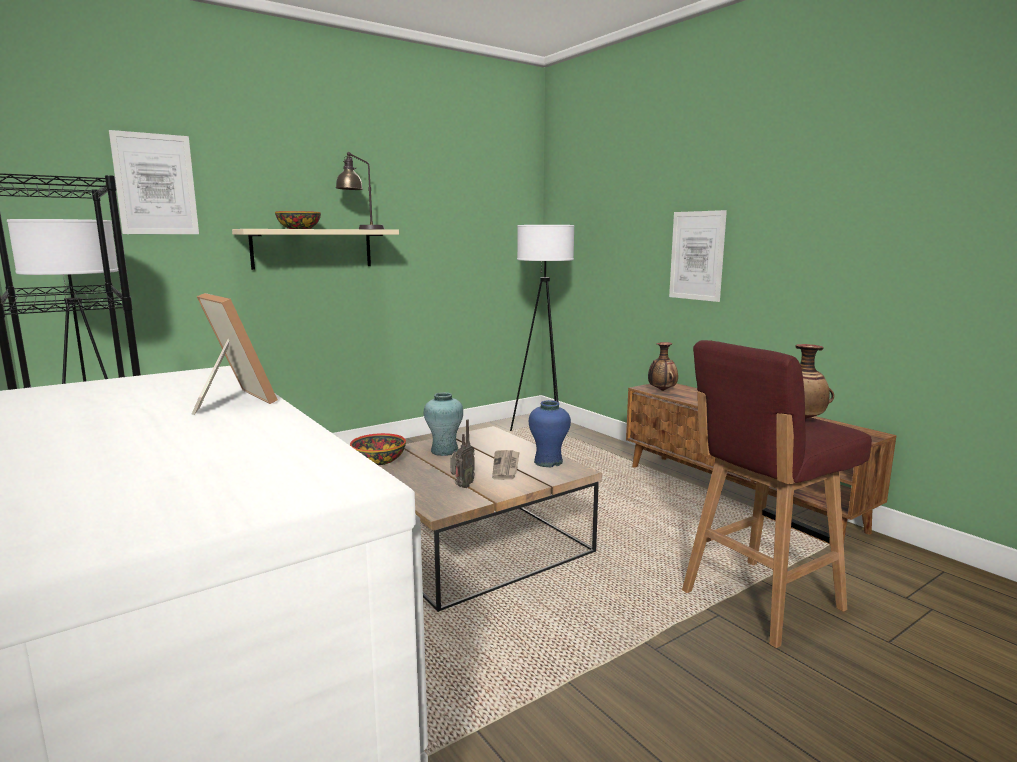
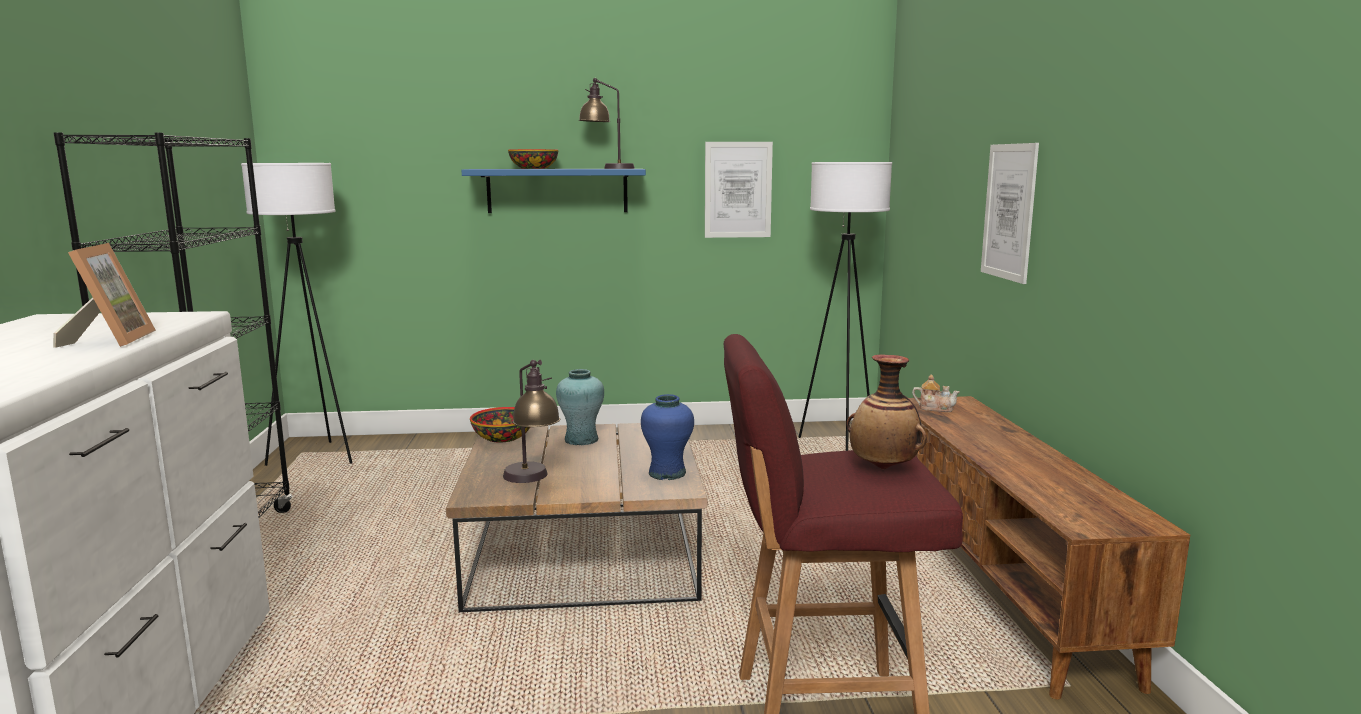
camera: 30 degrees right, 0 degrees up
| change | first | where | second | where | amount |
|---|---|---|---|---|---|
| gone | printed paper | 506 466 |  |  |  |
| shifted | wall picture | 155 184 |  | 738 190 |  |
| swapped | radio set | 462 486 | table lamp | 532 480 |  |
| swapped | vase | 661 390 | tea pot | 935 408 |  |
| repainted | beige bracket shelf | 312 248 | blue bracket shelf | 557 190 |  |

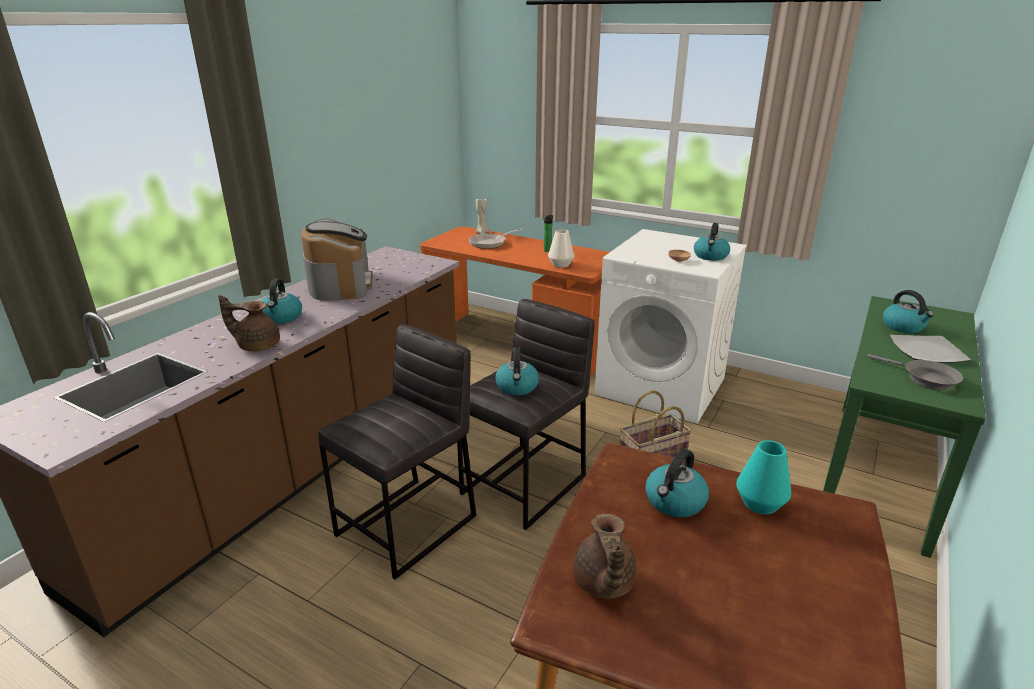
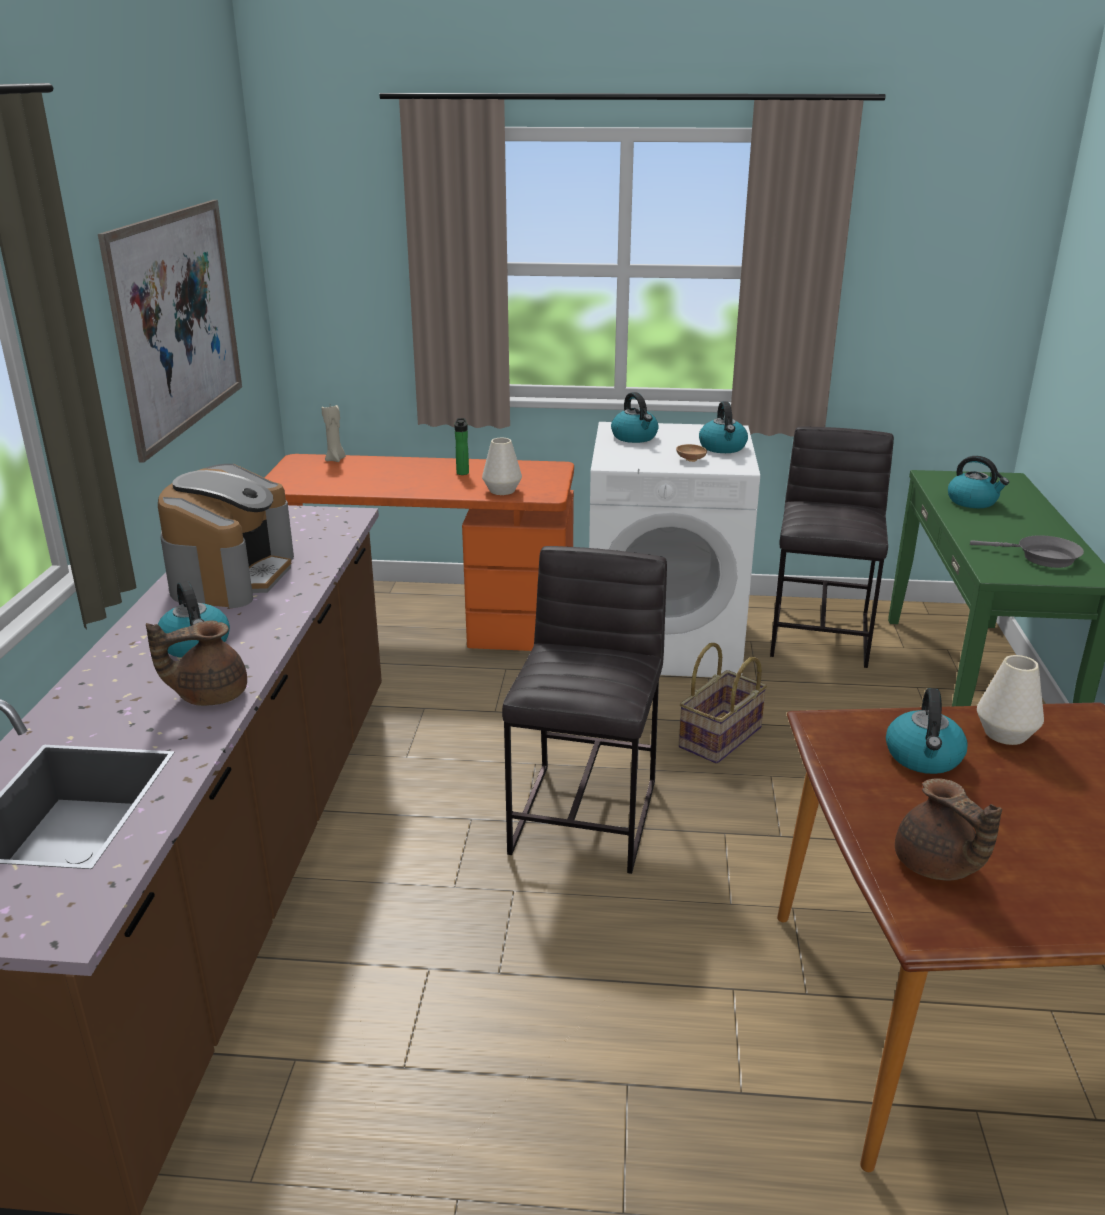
camera: 25 degrees left, 0 degrees up
| change | first | where | second | where | amount |
|---|---|---|---|---|---|
| gone | frying pan | 490 243 |  |  |  |
| gone | flat dish | 926 351 |  |  |  |
| new |  |  | wall picture | 178 322 |  |
| shifted | grey sitting stool | 408 525 |  | 821 635 |  |
| shifted | water kettle | 517 387 |  | 635 437 |  |
| repainted | blue-green vase | 760 503 | white-coloured vase | 1005 734 |  |
| rotated | coffee brewer | 340 284 |  | 232 576 | 45 degrees clockwise |

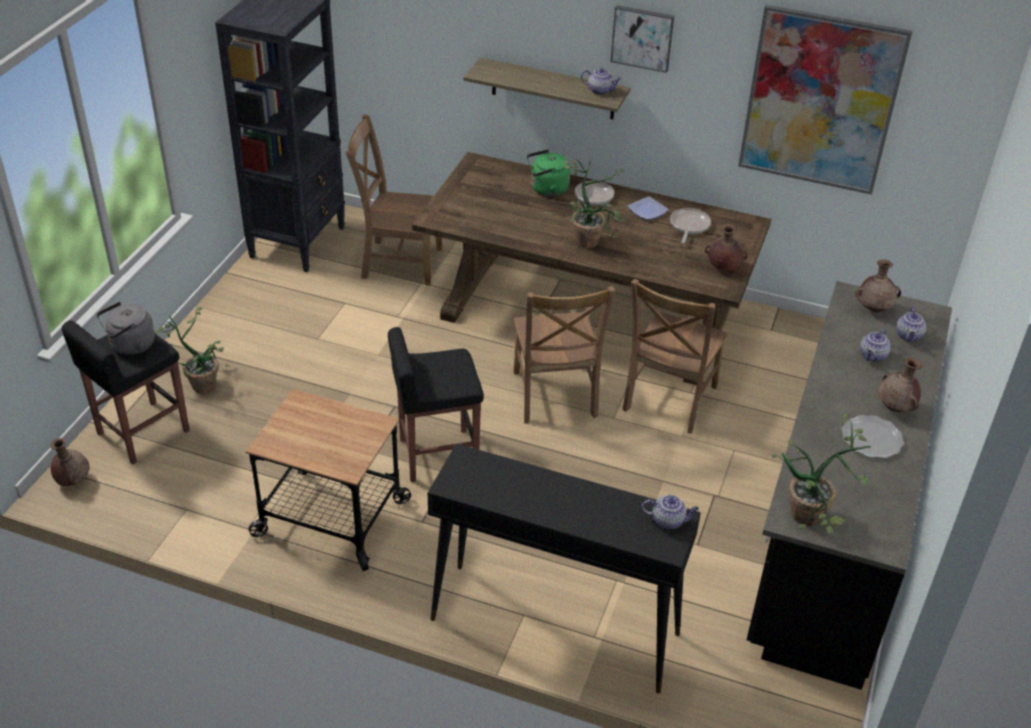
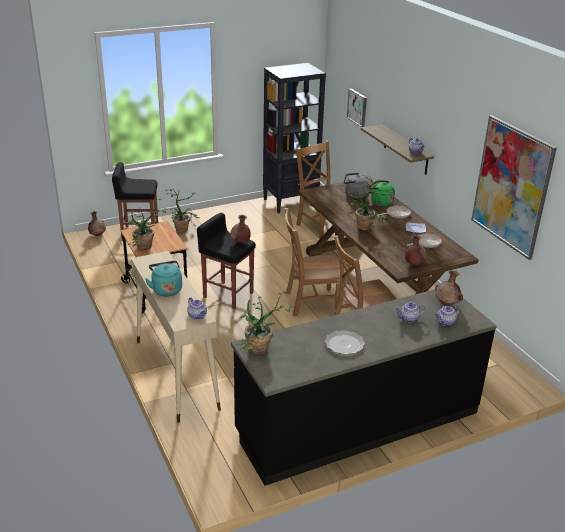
camera: 45 degrees right, 10 degrees down
| change | first | where | second | where | amount |
|---|---|---|---|---|---|
| new |  |  | houseplant | 146 248 |  |
| new |  |  | blue-green water kettle | 166 289 |  |
| shifted | grey water kettle | 130 346 |  | 354 195 |  |
| shifted | wall picture | 642 37 |  | 357 107 |  |
| shifted | brown-coloured vase | 895 408 |  | 240 242 |  |
| repainted | black hall table | 553 626 | beige hall table | 176 374 |  |
| rotated | brown-coloured plain chair | 554 397 |  | 309 302 | 45 degrees clockwise |

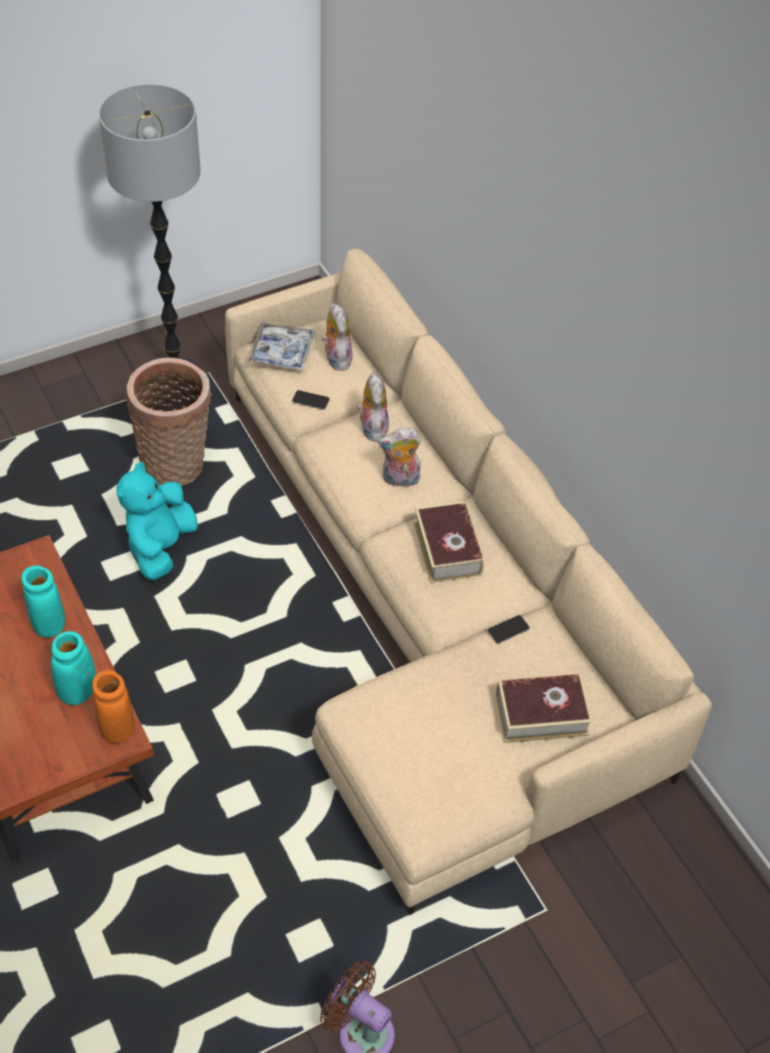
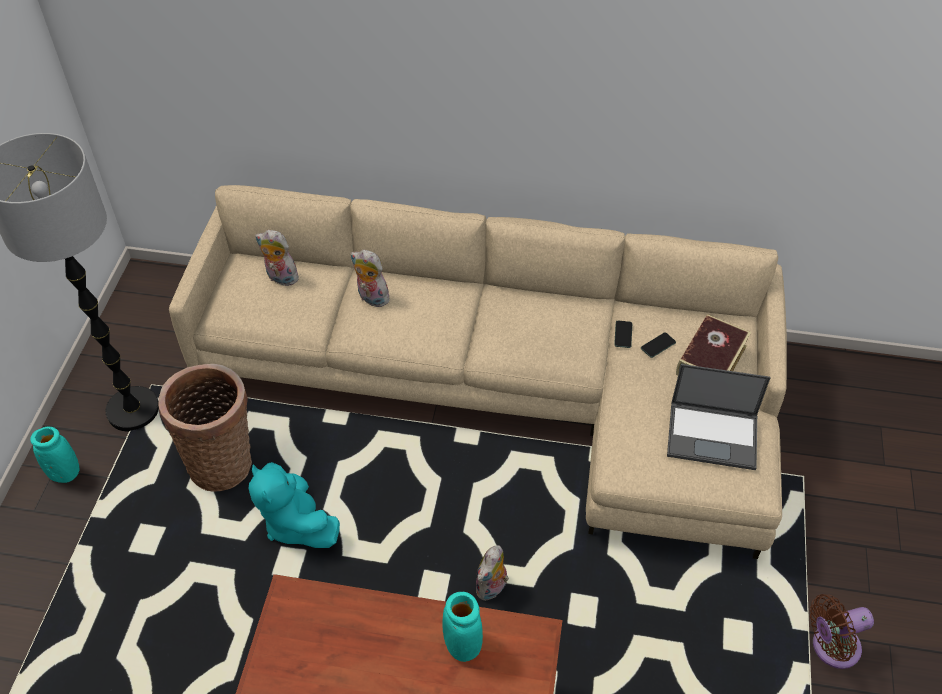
camera: 50 degrees left, 0 degrees up
| change | first | where | second | where | amount |
|---|---|---|---|---|---|
| gone | orange-coloured vase | 117 729 |  |  |  |
| gone | carrying tray | 282 352 |  |  |  |
| gone | bound book | 447 548 |  |  |  |
| new |  |  | notebook computer | 713 435 |  |
| shifted | blue-green vase | 49 625 |  | 65 473 |  |
| shifted | telephone | 310 400 |  | 658 345 |  |
| shifted | soft toy | 400 480 |  | 492 589 |  |

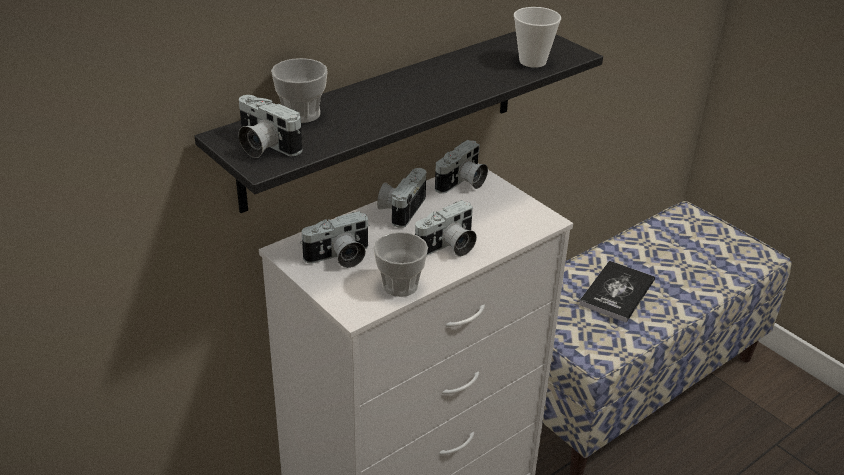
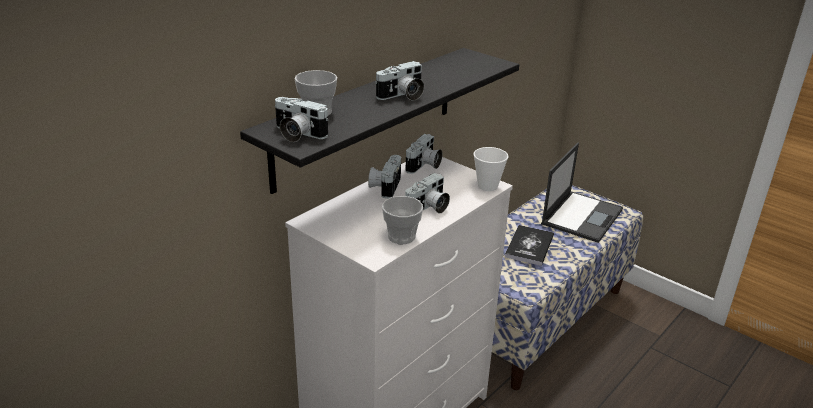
camera: 10 degrees left, 5 degrees down
| change | first | where | second | where | amount |
|---|---|---|---|---|---|
| new |  |  | notebook computer | 582 216 |  |
| shifted | still camera | 339 257 |  | 402 96 |  |
| shifted | small cup | 532 61 |  | 487 186 |  |

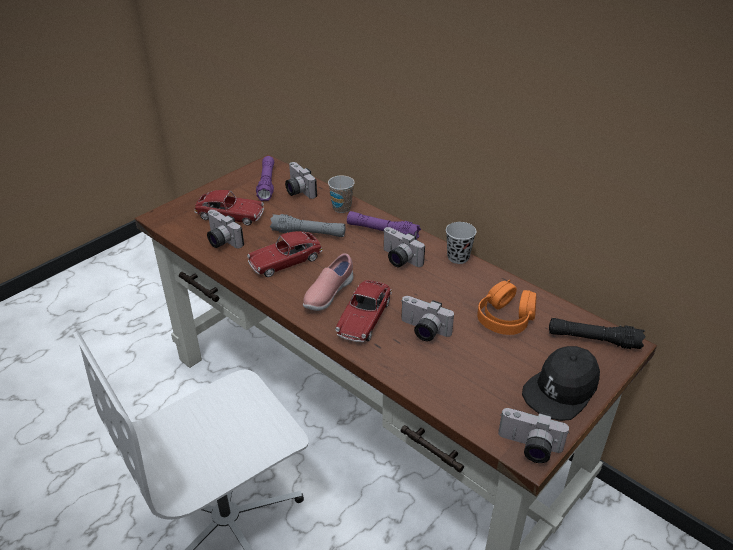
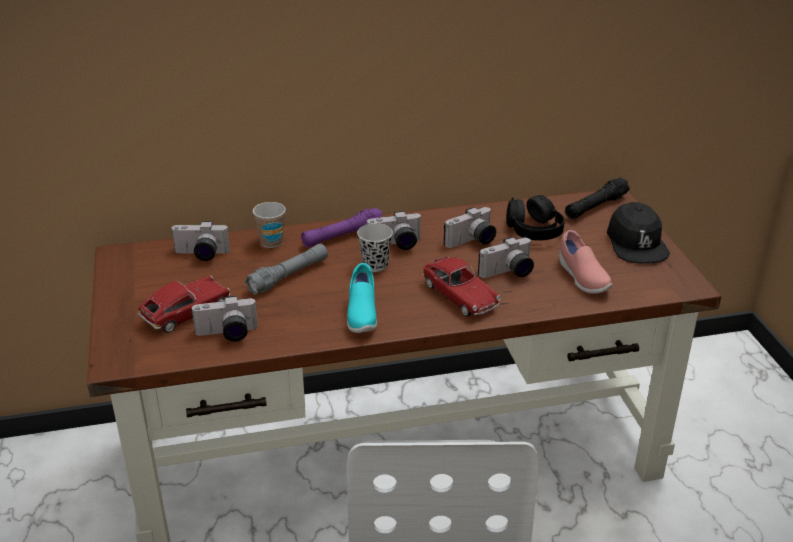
camera: 55 degrees left, 5 degrees down
| change | first | where | second | where | amount |
|---|---|---|---|---|---|
| gone | miniature car | 285 261 |  |  |  |
| gone | purple-coloured torch | 267 184 |  |  |  |
| new |  |  | blue-green item of footwear | 361 314 |  |
| shifted | pinkish item of footwear | 328 294 |  | 582 278 |  |
| shifted | black small cup | 458 257 |  | 375 265 |  |
| shifted | still camera | 528 448 |  | 472 242 |  |
| repainted | orange-coloured headset | 505 318 | black headset | 534 230 |  |

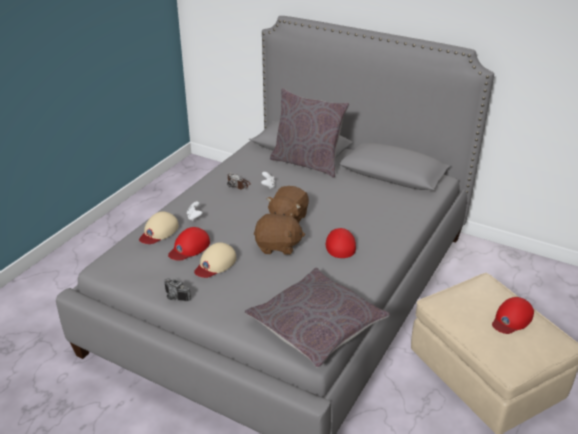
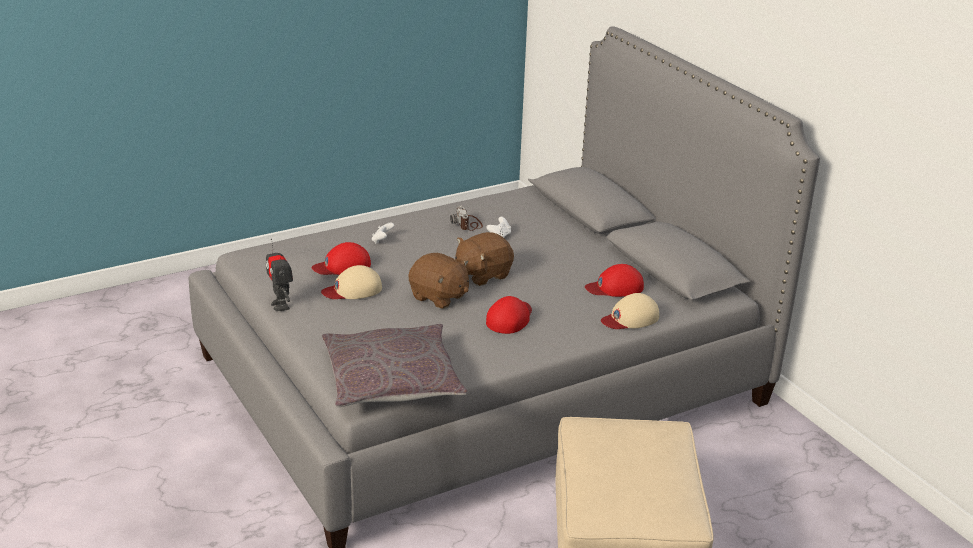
camera: 30 degrees right, 5 degrees down
| change | first | where | second | where | amount |
|---|---|---|---|---|---|
| gone | grey cushion | 307 163 |  |  |  |
| shifted | beige peaked cap | 159 232 |  | 630 318 |  |
| shifted | reddish peaked cap | 511 319 |  | 615 287 |  |
| swapped | still camera | 175 298 | robot figure | 281 305 |  |

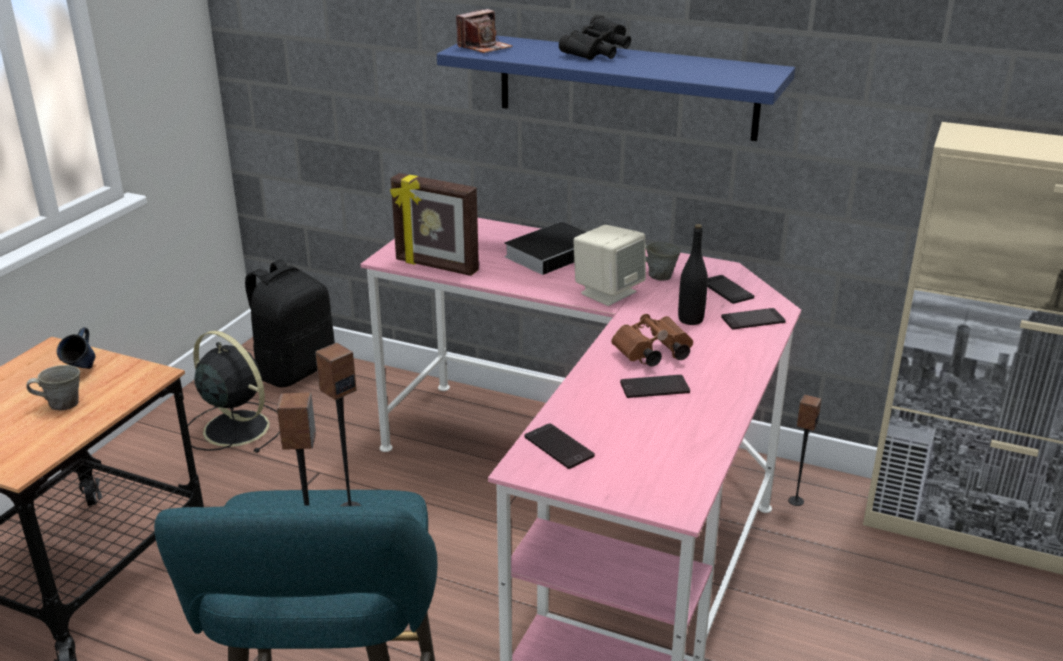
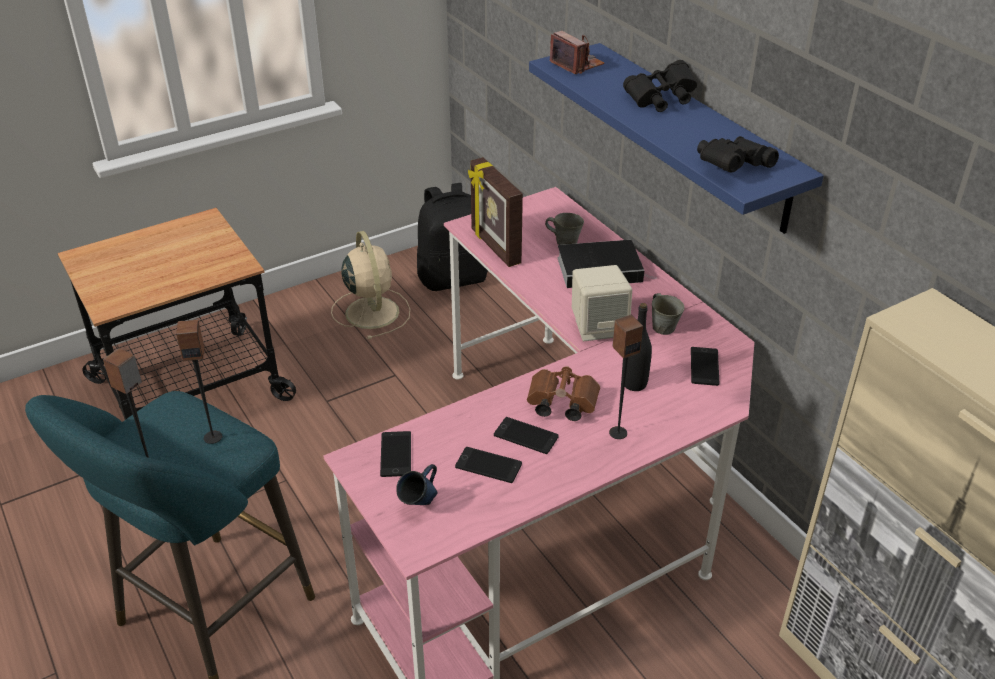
camera: 35 degrees right, 10 degrees up
| change | first | where | second | where | amount |
|---|---|---|---|---|---|
| new |  |  | black field glasses | 731 167 |  |
| shifted | grey tea mug | 62 404 |  | 565 242 |  |
| shifted | blue tea mug | 83 371 |  | 420 505 |  |
| shifted | telephone | 753 320 |  | 488 465 |  |
| shifted | audio speaker | 795 501 |  | 618 432 |  |
| repainted | black fan | 234 427 | beige fan | 371 311 |  |
| rotated | still camera | 484 47 |  | 577 64 | 120 degrees counterclockwise |

